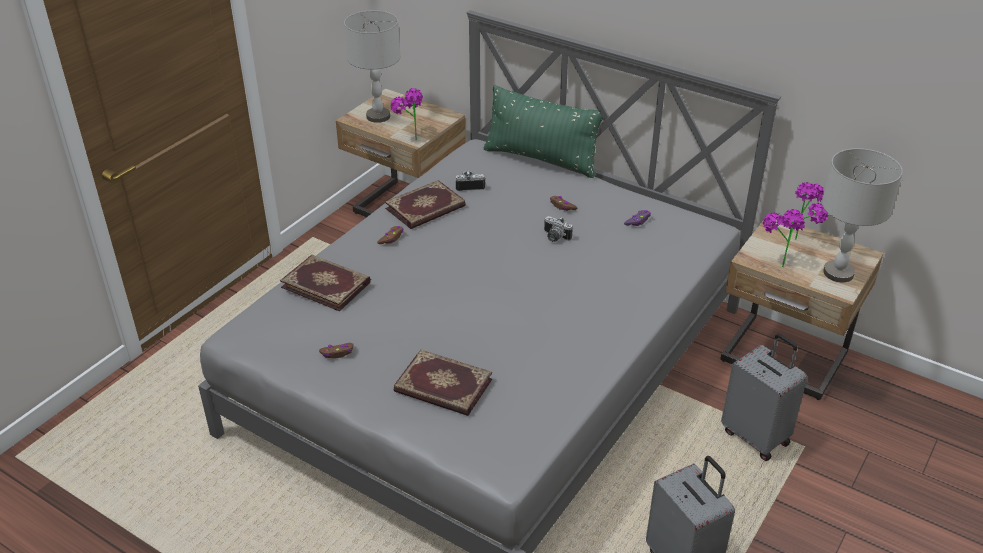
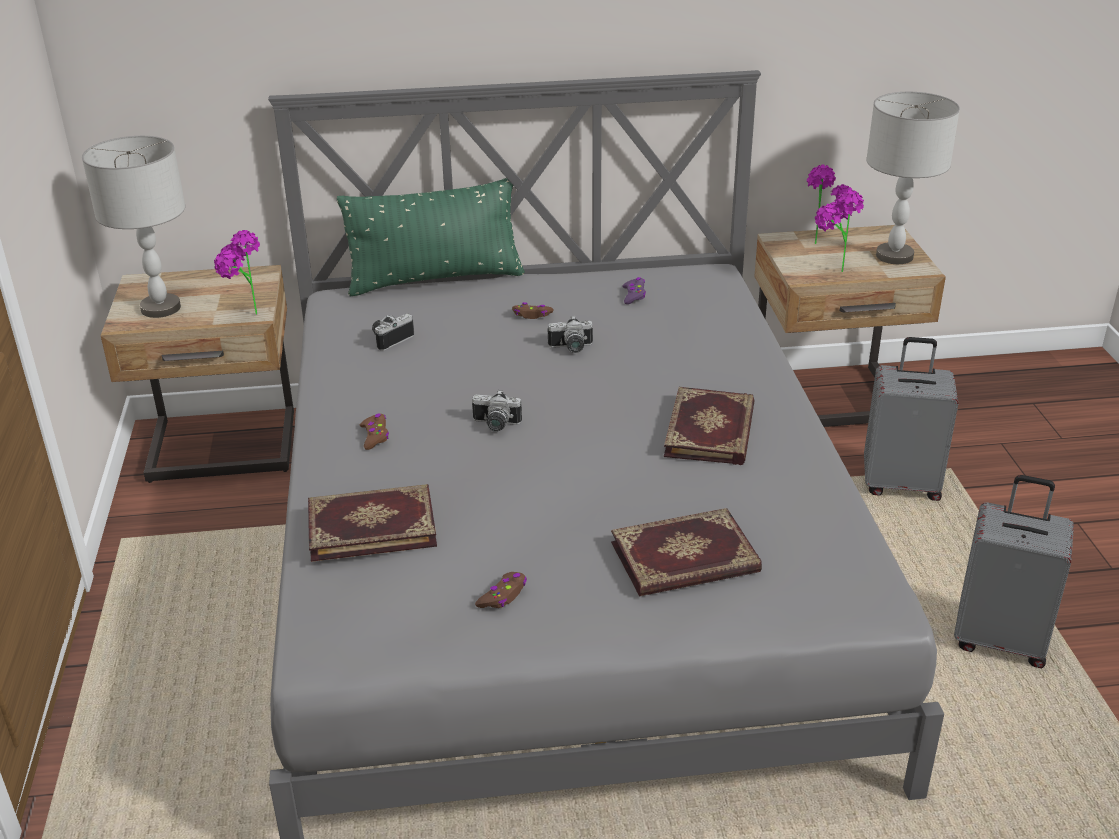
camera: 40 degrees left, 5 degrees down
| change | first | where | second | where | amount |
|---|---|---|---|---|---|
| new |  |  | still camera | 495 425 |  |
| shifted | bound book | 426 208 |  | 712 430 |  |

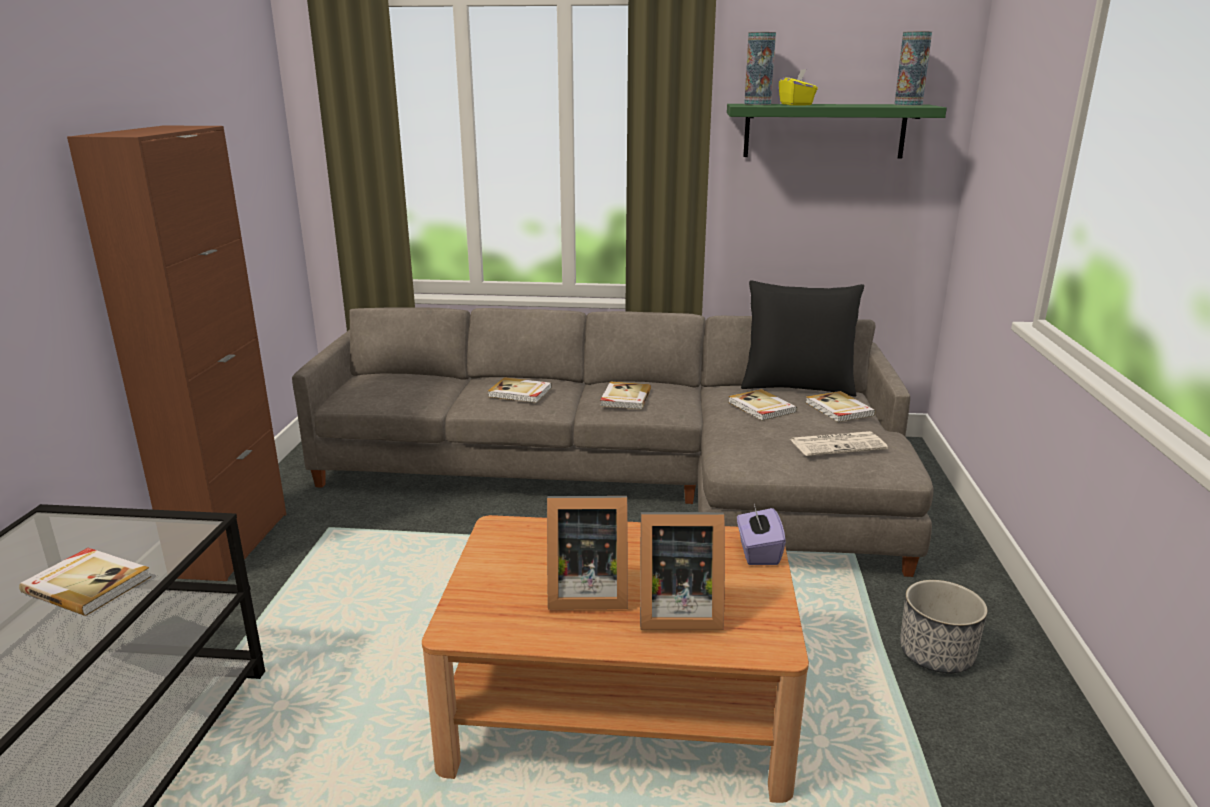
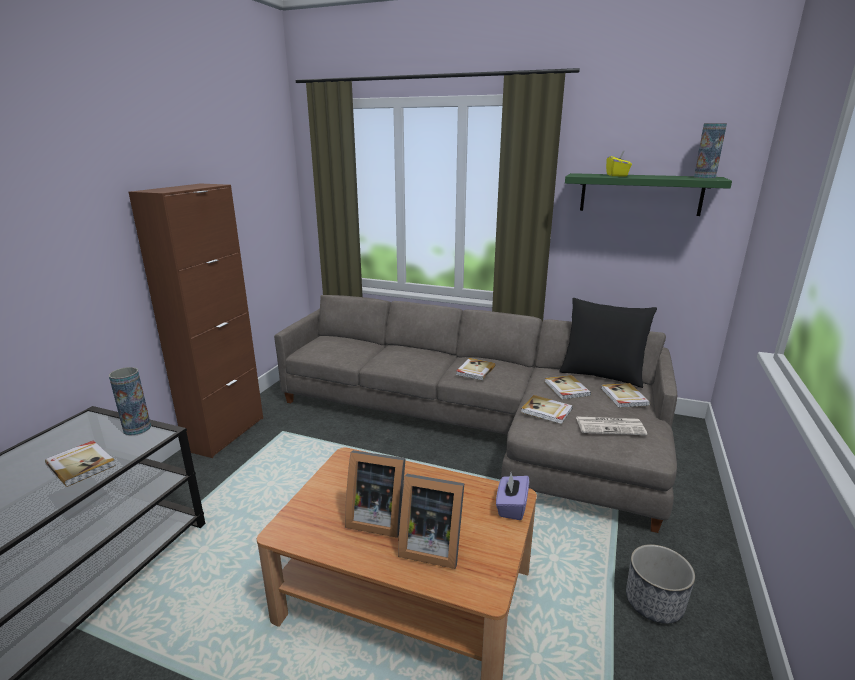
camera: 15 degrees right, 0 degrees up
| change | first | where | second | where | amount |
|---|---|---|---|---|---|
| shifted | bound book | 520 393 |  | 546 411 |  |
| shifted | vase | 757 104 |  | 137 428 |  |

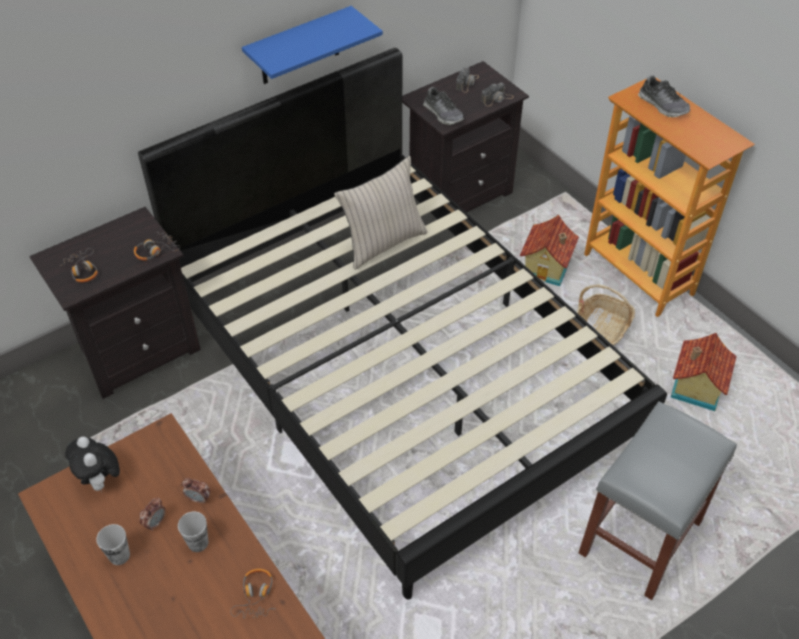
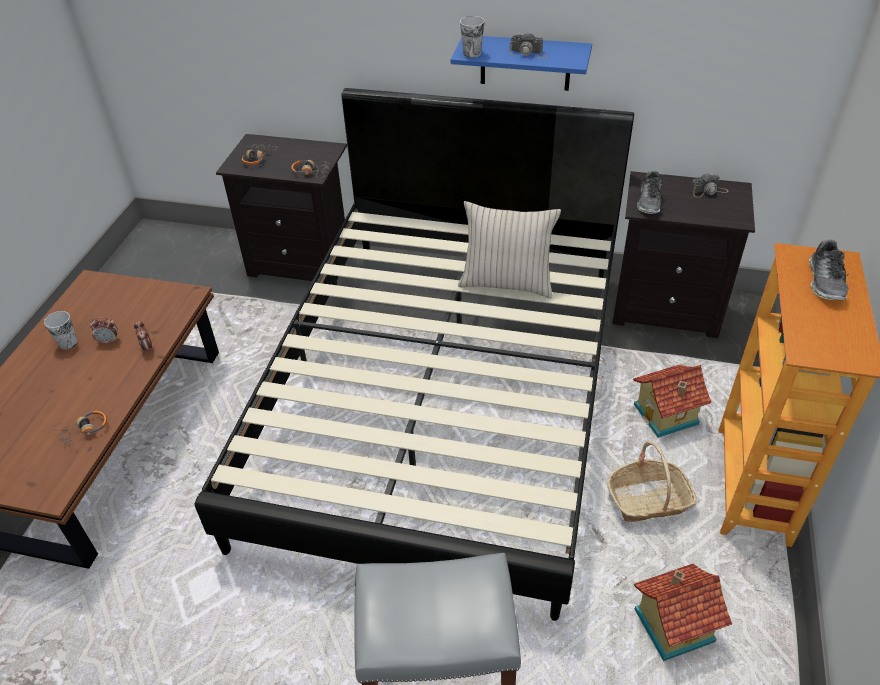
camera: 50 degrees right, 5 degrees down
| change | first | where | second | where | amount |
|---|---|---|---|---|---|
| gone | soft toy | 101 481 |  |  |  |
| shifted | small cup | 198 542 |  | 472 53 |  |
| shifted | still camera | 497 99 |  | 528 53 |  |

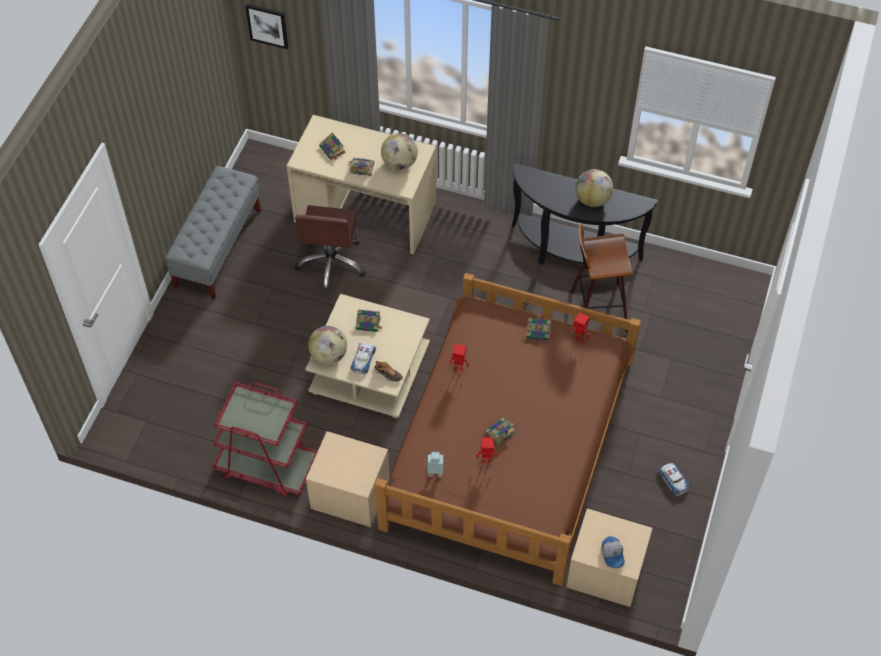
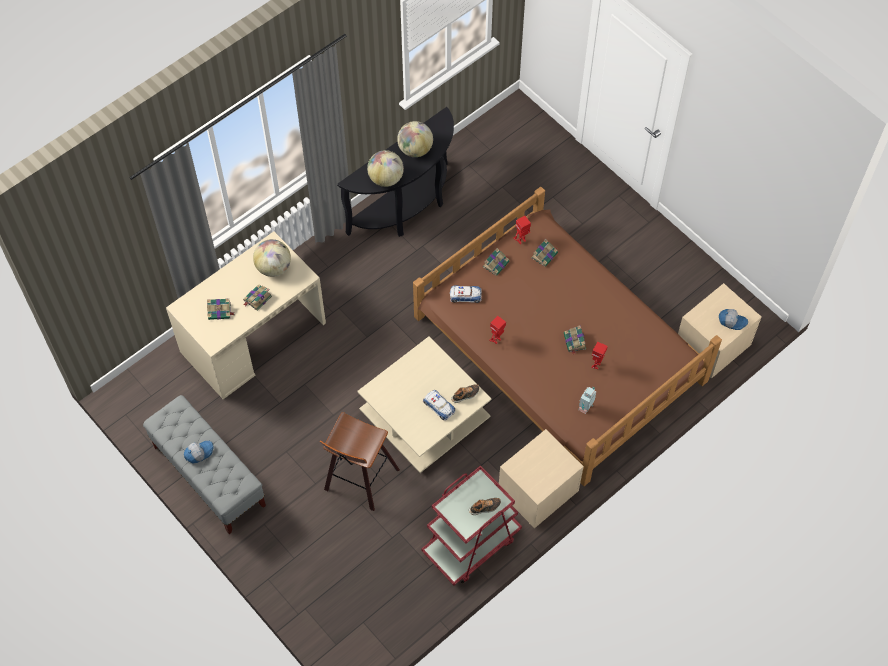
camera: 60 degrees left, 5 degrees up
| change | first | where | second | where | amount |
|---|---|---|---|---|---|
| gone | wall picture | 267 25 |  |  |  |
| gone | brown-coloured desk chair | 332 263 |  |  |  |
| new |  |  | peaked cap | 198 452 |  |
| new |  |  | item of footwear | 485 507 |  |
| shifted | desk globe | 329 355 |  | 386 178 |  |
| shifted | bound book | 369 323 |  | 544 255 |  |
| shifted | sitting stool | 596 309 |  | 359 481 |  |
| shifted | miniature car | 673 480 |  | 465 295 |  |

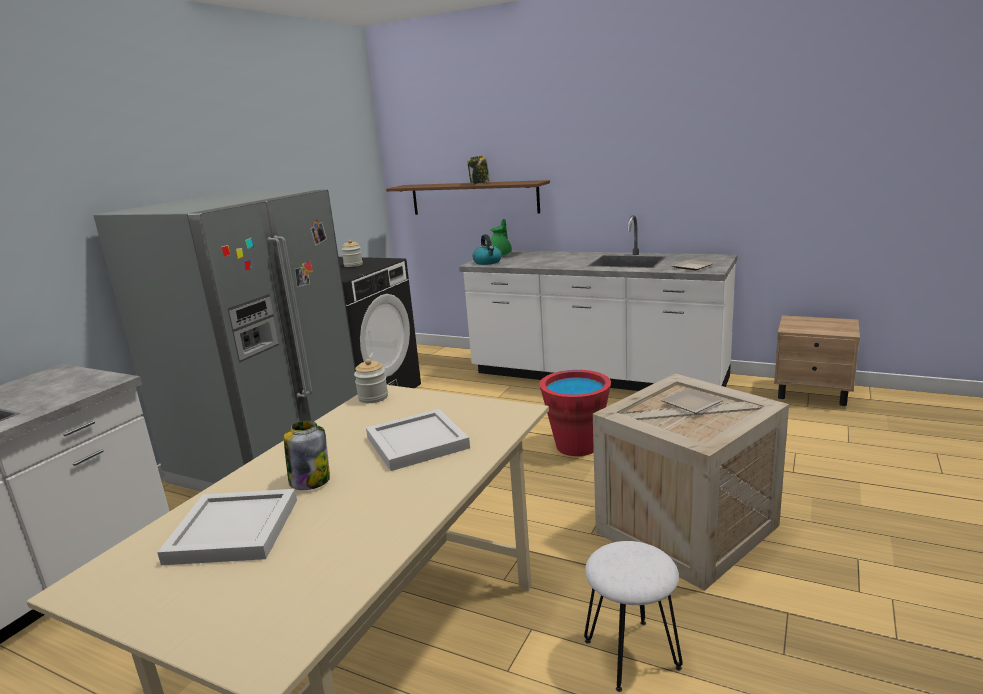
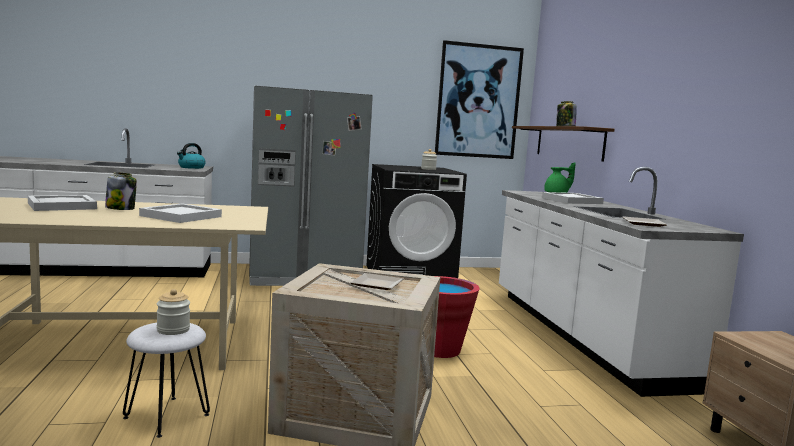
camera: 50 degrees right, 10 degrees down
| change | first | where | second | where | amount |
|---|---|---|---|---|---|
| new |  |  | wall picture | 478 101 |  |
| new |  |  | white-coloured carrying tray | 572 201 |  |
| shifted | storage jar | 373 397 |  | 173 330 |  |
| shifted | water kettle | 488 262 |  | 191 167 |  |

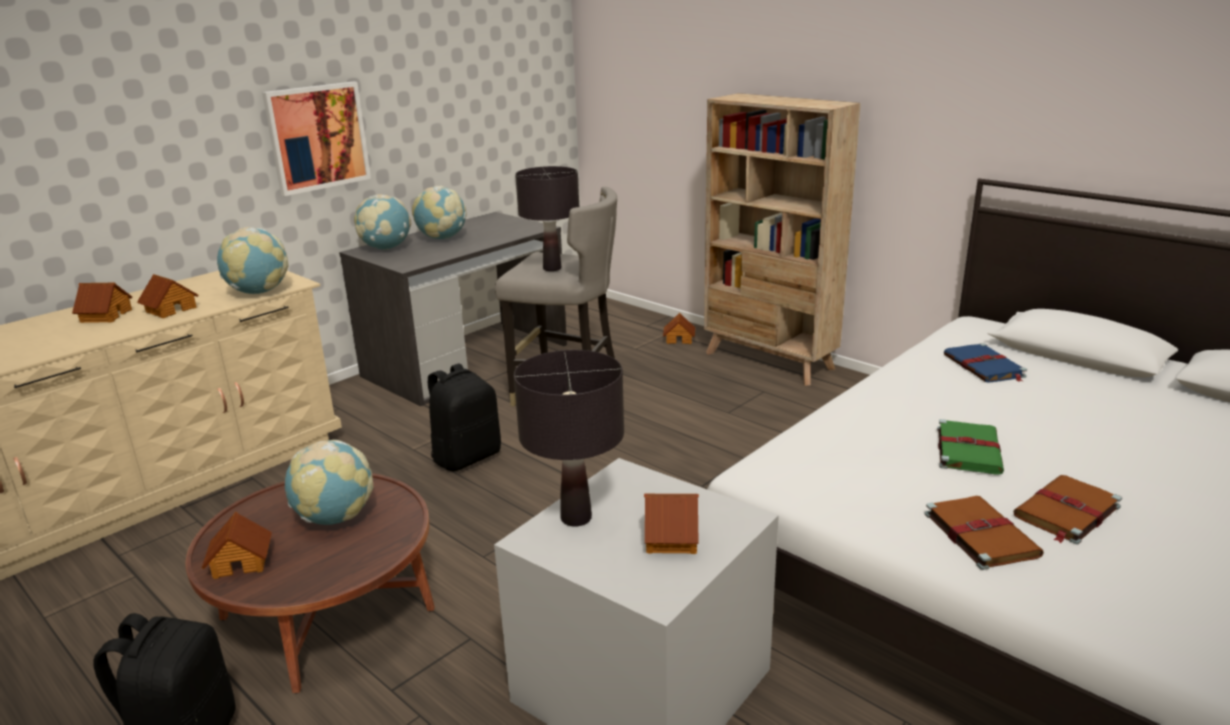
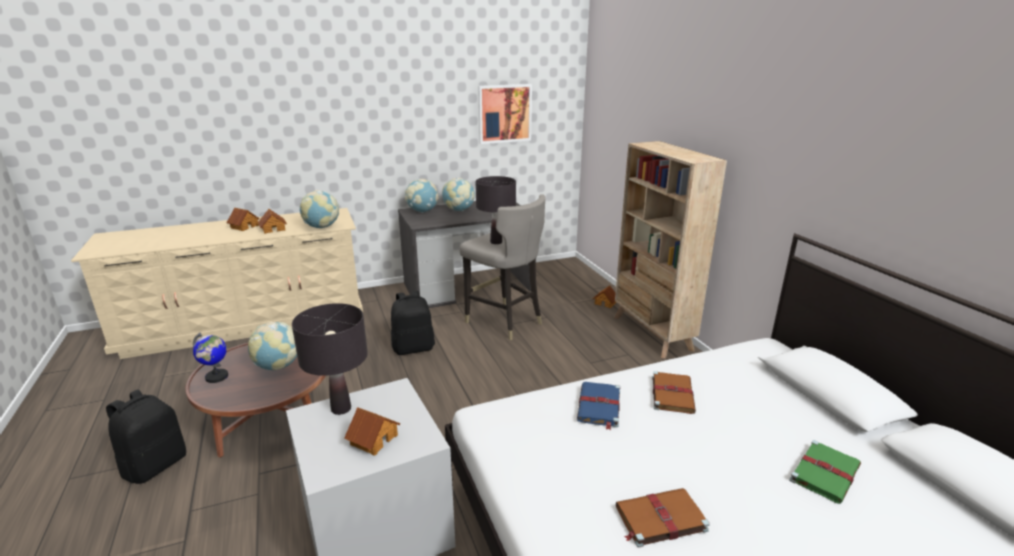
camera: 25 degrees right, 0 degrees up
| change | first | where | second | where | amount |
|---|---|---|---|---|---|
| shifted | wall picture | 317 137 |  | 504 113 |  |
| shifted | brown-coloured bound book | 979 534 |  | 672 394 |  |
| shifted | green-coloured bound book | 968 449 |  | 825 472 |  |
| shifted | blue bound book | 984 367 |  | 599 406 |  |
| swapped | toy house | 241 561 | desk globe | 217 377 |  |

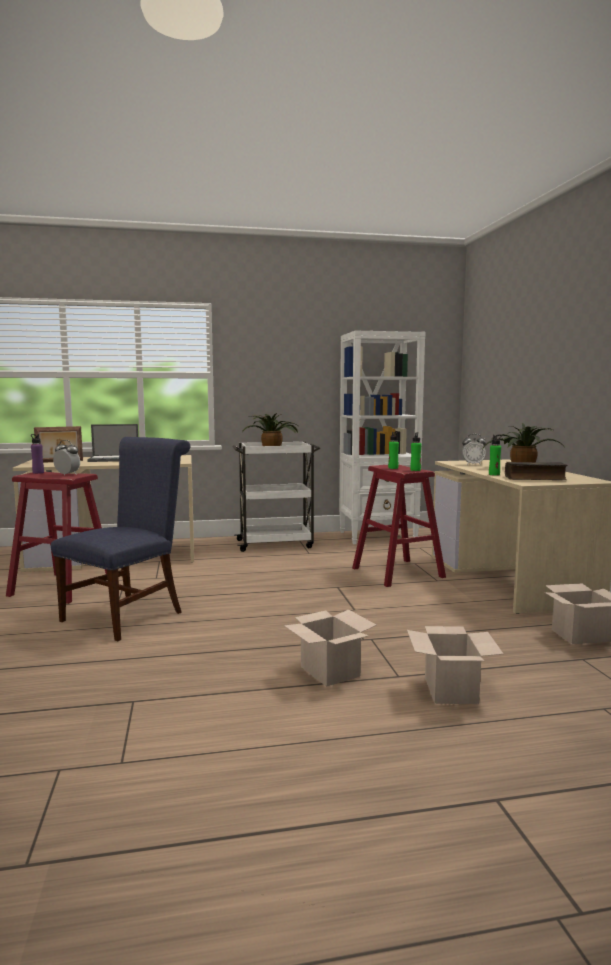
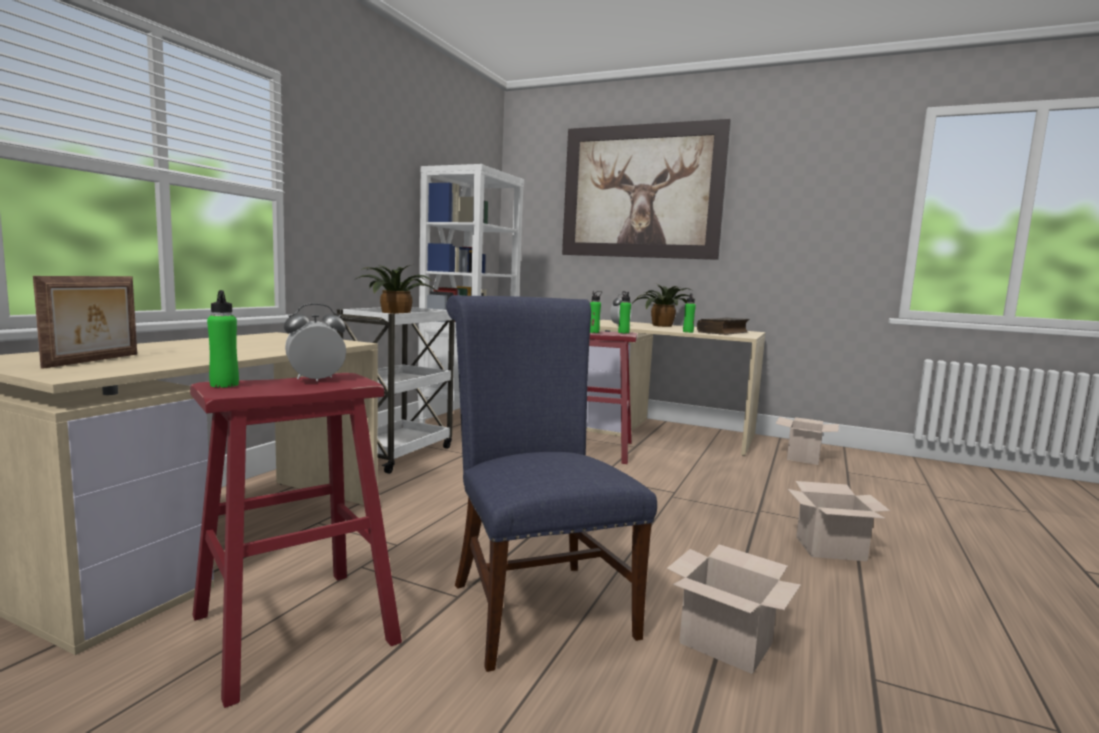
camera: 55 degrees left, 0 degrees up
| change | first | where | second | where | amount |
|---|---|---|---|---|---|
| gone | notebook computer | 115 459 |  |  |  |
| new |  |  | wall picture | 641 192 |  |
| shifted | cardboard box | 452 691 |  | 728 643 |  |
| repainted | purple-coloured beverage bottle | 38 472 | green-coloured beverage bottle | 224 385 |  |

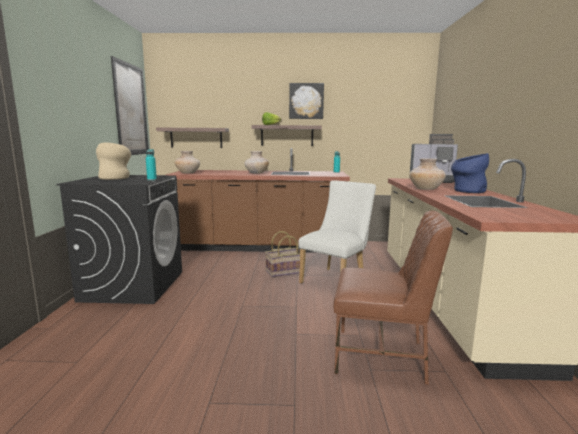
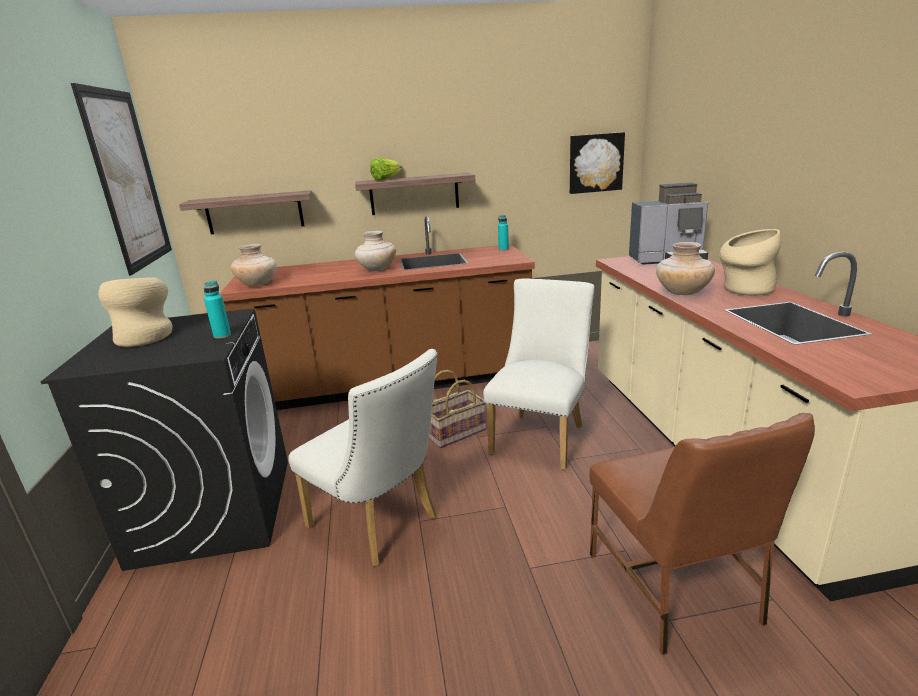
camera: 10 degrees left, 10 degrees up
| change | first | where | second | where | amount |
|---|---|---|---|---|---|
| new |  |  | white-coloured plain chair | 379 525 |  |
| shifted | wall picture | 306 101 |  | 595 163 |  |
| repainted | blue vase | 466 191 | beige vase | 743 289 |  |
| rotated | brown-coloured plain chair | 382 356 |  | 674 588 | 75 degrees clockwise |

